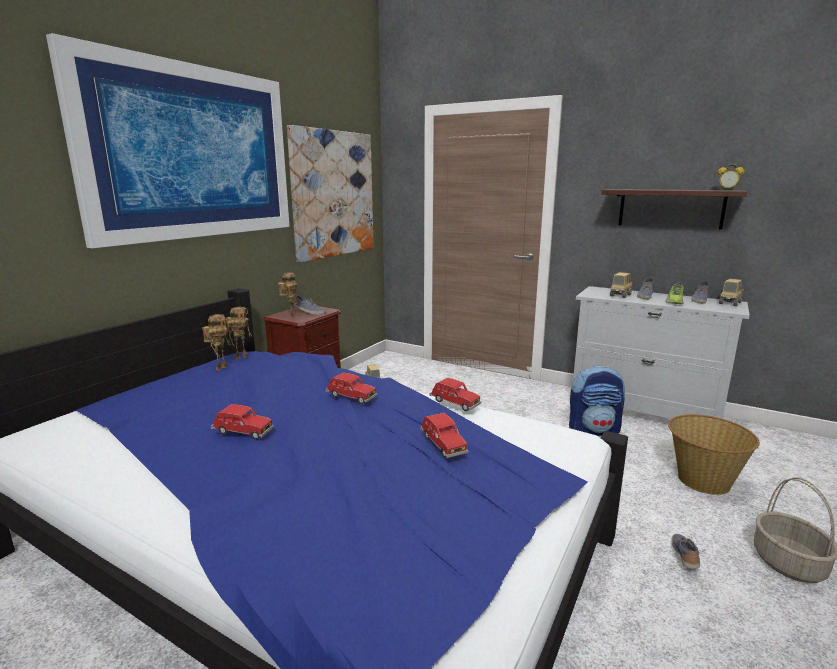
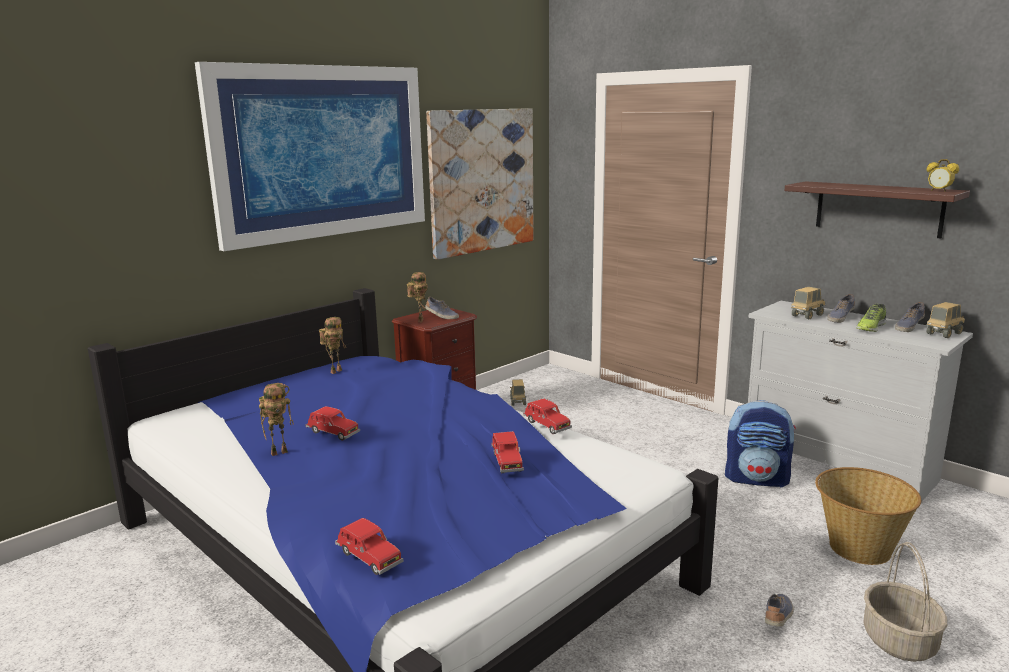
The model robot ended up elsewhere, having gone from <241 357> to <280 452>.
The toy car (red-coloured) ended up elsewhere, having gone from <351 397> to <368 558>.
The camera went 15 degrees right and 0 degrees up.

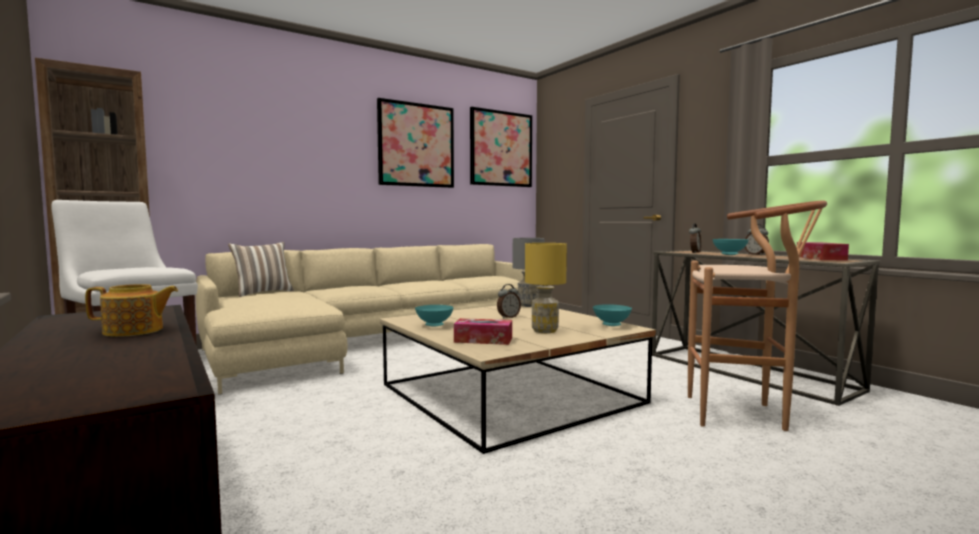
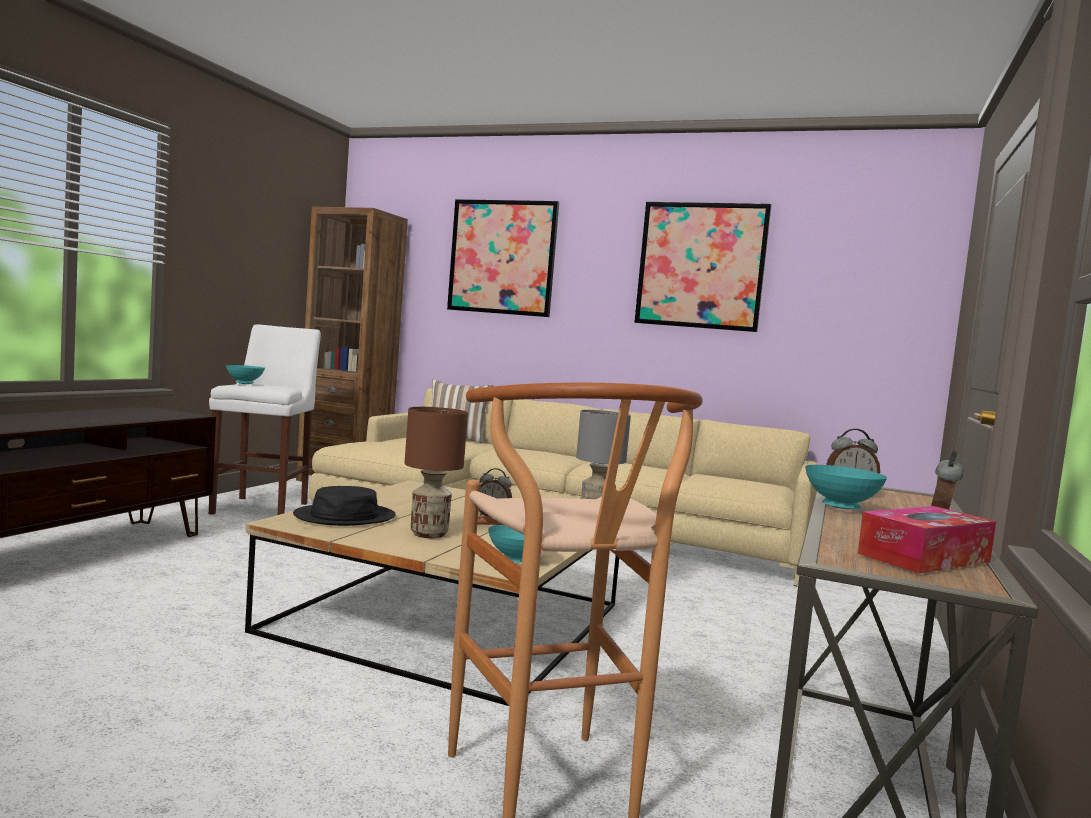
The second view lost the pot for tea at <134 331>.
The bowl (blue-green) ended up elsewhere, having gone from <435 326> to <244 384>.
The wall picture ended up elsewhere, having gone from <501 149> to <502 257>.
Where the tissue box stood at <483 340>, the clothing hat (black) came to stand at <345 517>.
What was the lamp for a table (yellow-coloured) at <544 331> turned into the lamp for a table (brownish) at <428 534>.
The camera went 55 degrees right and 0 degrees up.

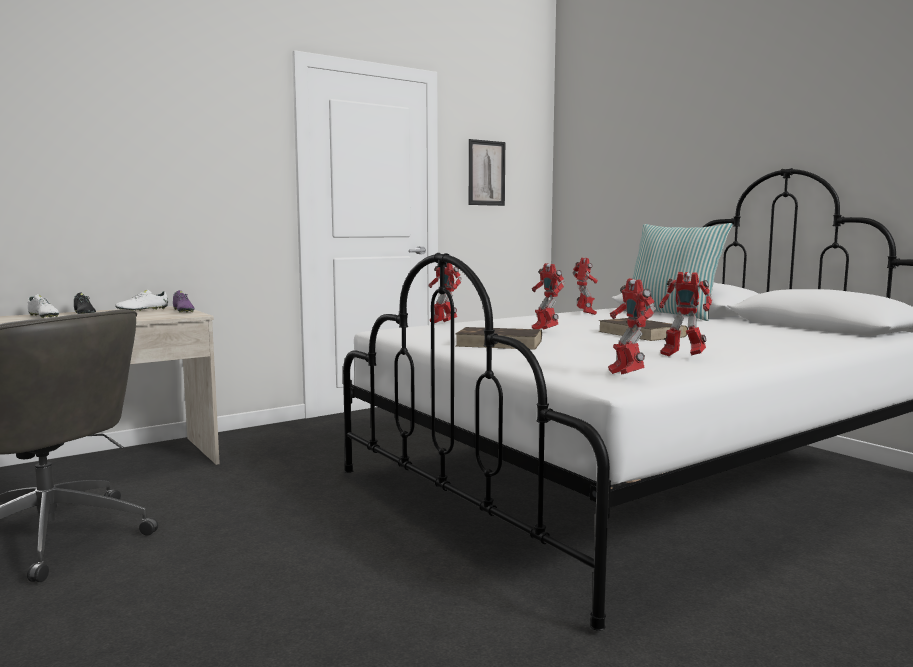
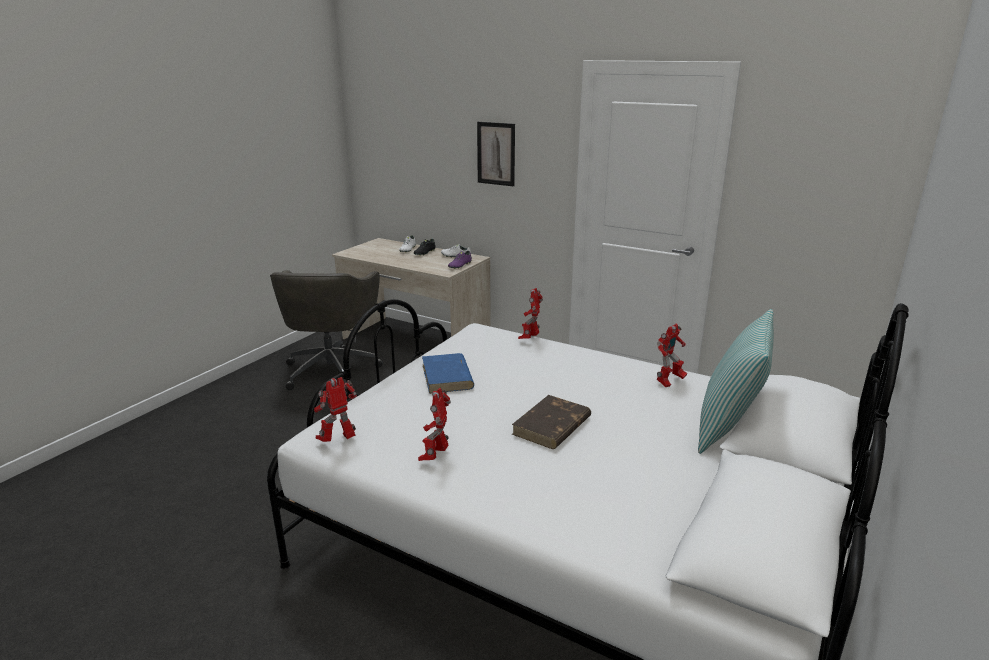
The second view lost the model robot at <545 331>.
The wall picture ended up elsewhere, having gone from <486 173> to <496 154>.
What was the volume (brownish) at <500 343> turned into the volume (blue) at <447 377>.
The camera went 65 degrees right and 15 degrees up.

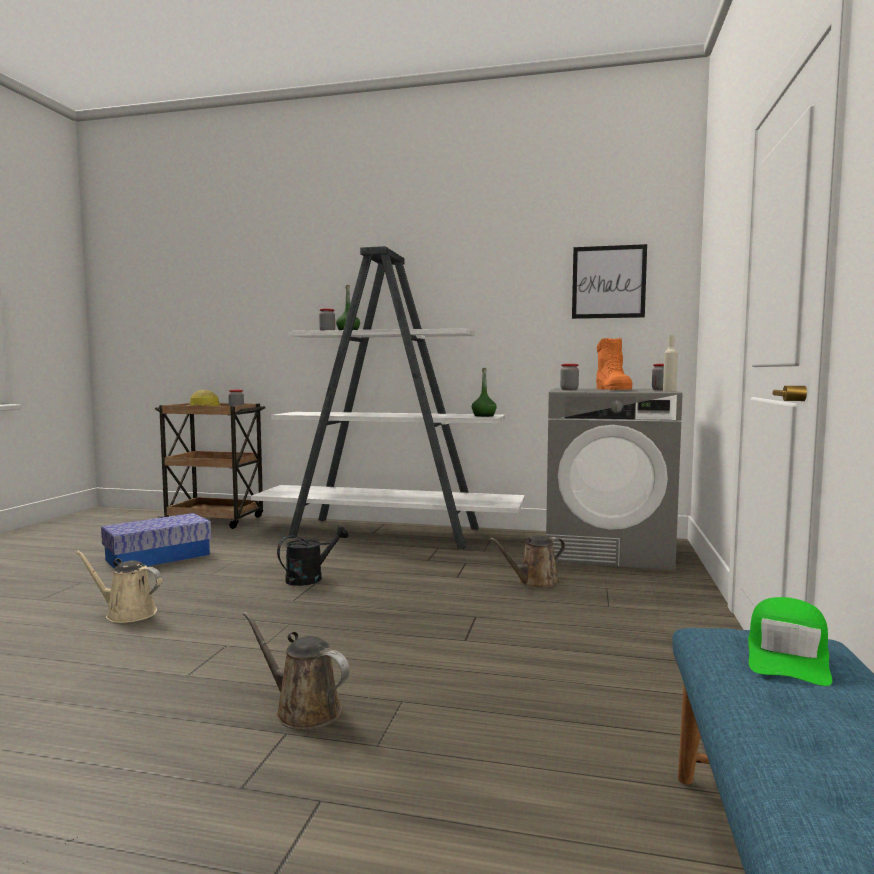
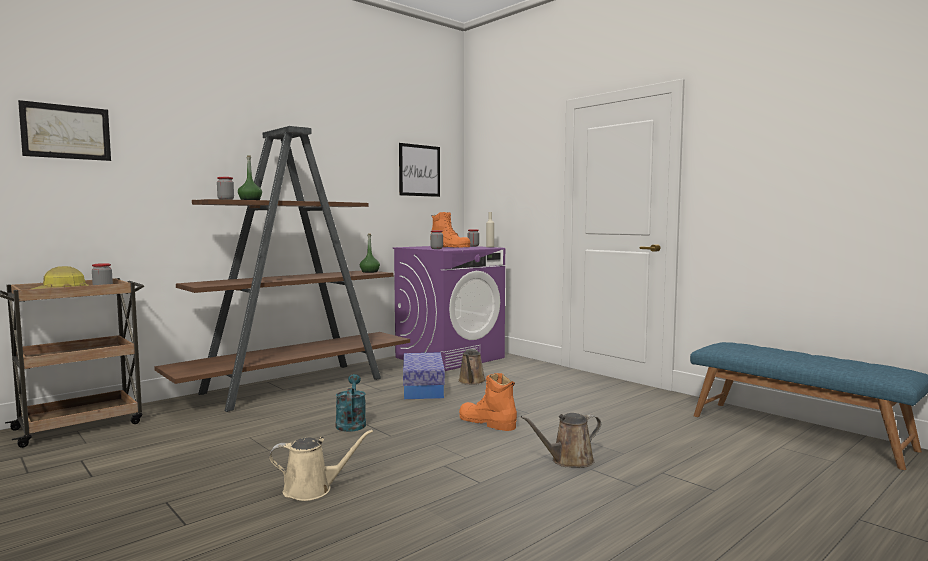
The second view lost the baseball cap (greenish) at <788 655>.
The second view gained the wall picture at <66 132>.
The second view gained the tall boot (orange) at <487 422>.
The storage bin ended up elsewhere, having gone from <158 557> to <423 388>.
What was the shelving unit (white-coloured) at <389 533> turned into the shelving unit (brownish) at <296 385>.
What was the watering pot (black) at <310 578> turned into the watering pot (blue-green) at <351 423>.
What was the washing machine (gray) at <608 550> turned into the washing machine (purple) at <450 357>.
The watering pot (beige) at <127 614> ended up facing another way, 150 degrees counterclockwise from before.
The camera went 55 degrees left and 0 degrees up.

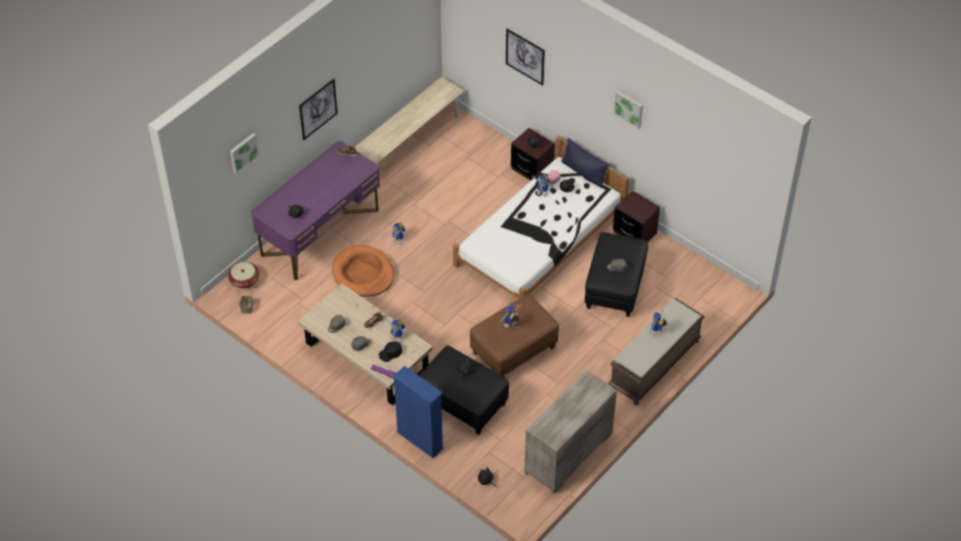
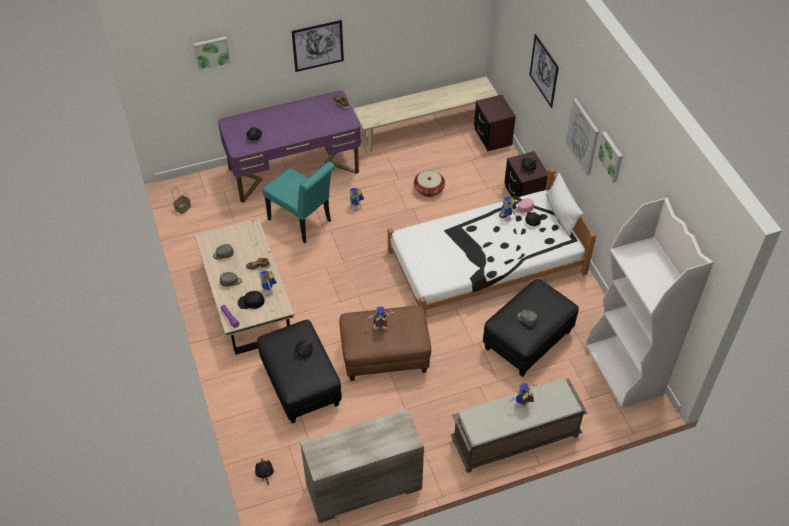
The second view lost the shelving unit (blue) at <420 440>.
The second view gained the wall picture at <583 136>.
The second view gained the shelving unit (white-coloured) at <625 370>.
The storage basket ended up elsewhere, having gone from <244 280> to <429 189>.
The nightstand (brownish) ended up elsewhere, having gone from <634 233> to <492 137>.
Where the dog bed (orange) stood at <363 273>, the chair (blue-green) came to stand at <303 222>.
What was the cushion (blue) at <583 172> turned into the cushion (white-coloured) at <561 214>.
The camera went 30 degrees right and 0 degrees up.

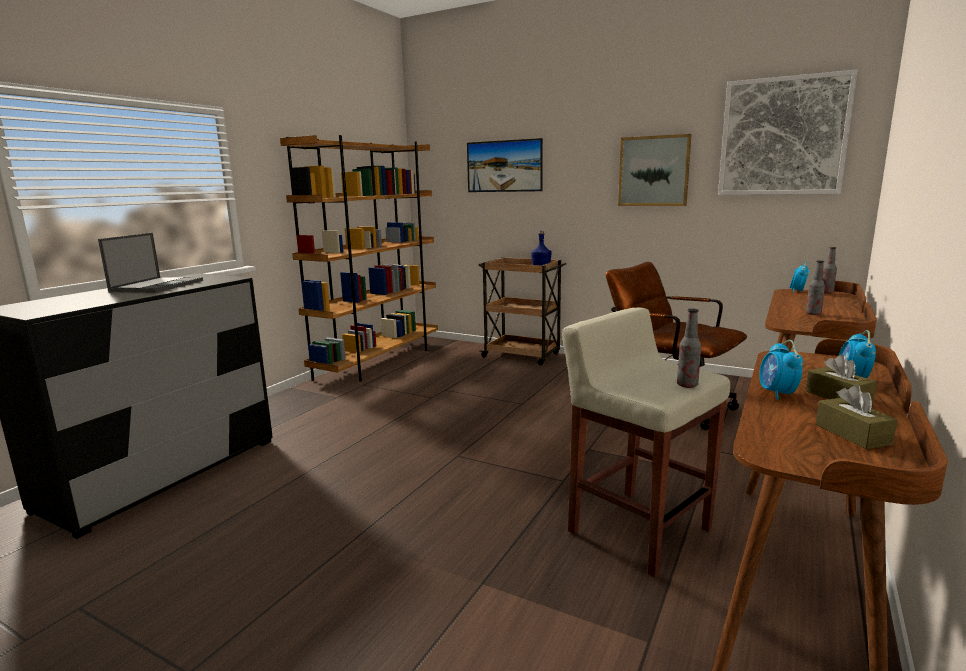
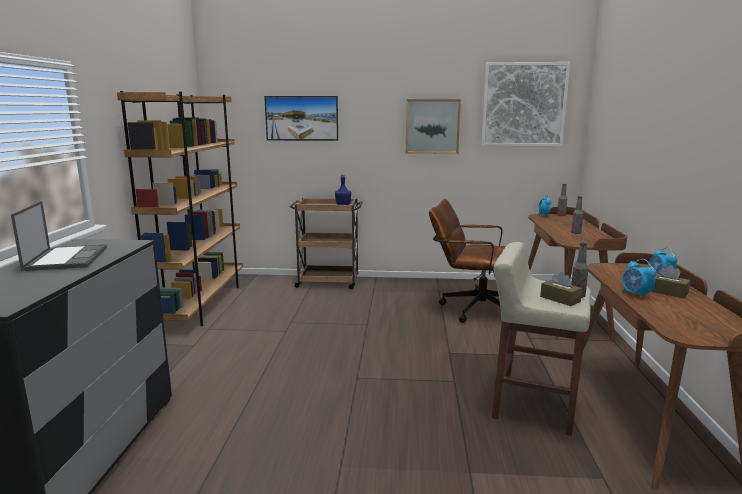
The tissue box (brownish) ended up elsewhere, having gone from <852 434> to <560 299>.
The camera went 25 degrees left and 0 degrees up.

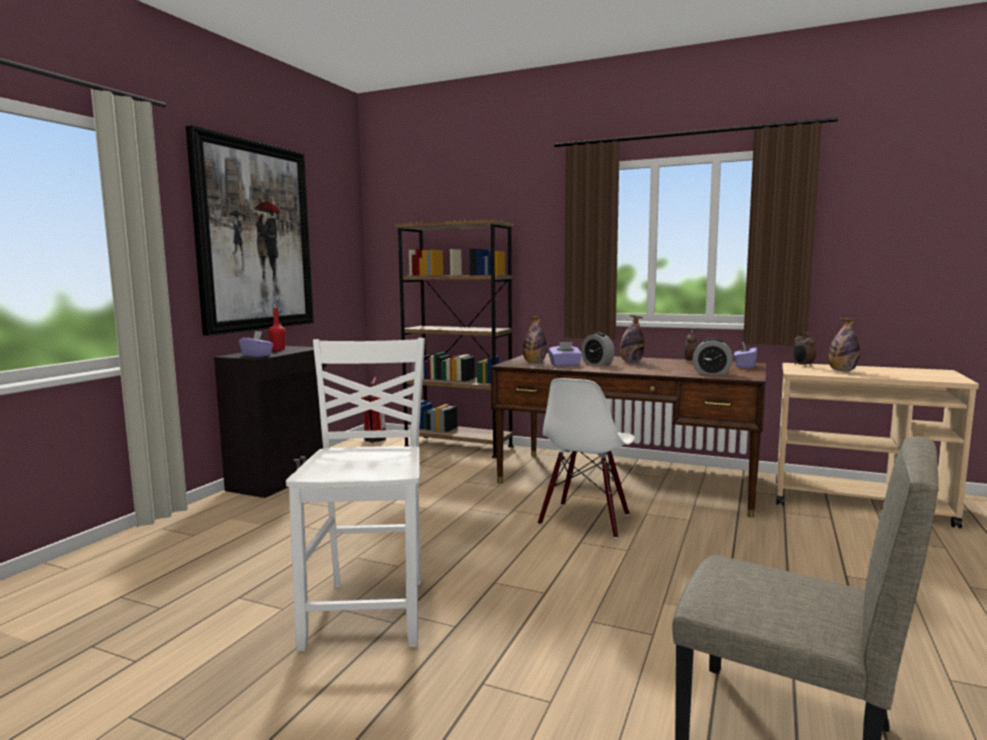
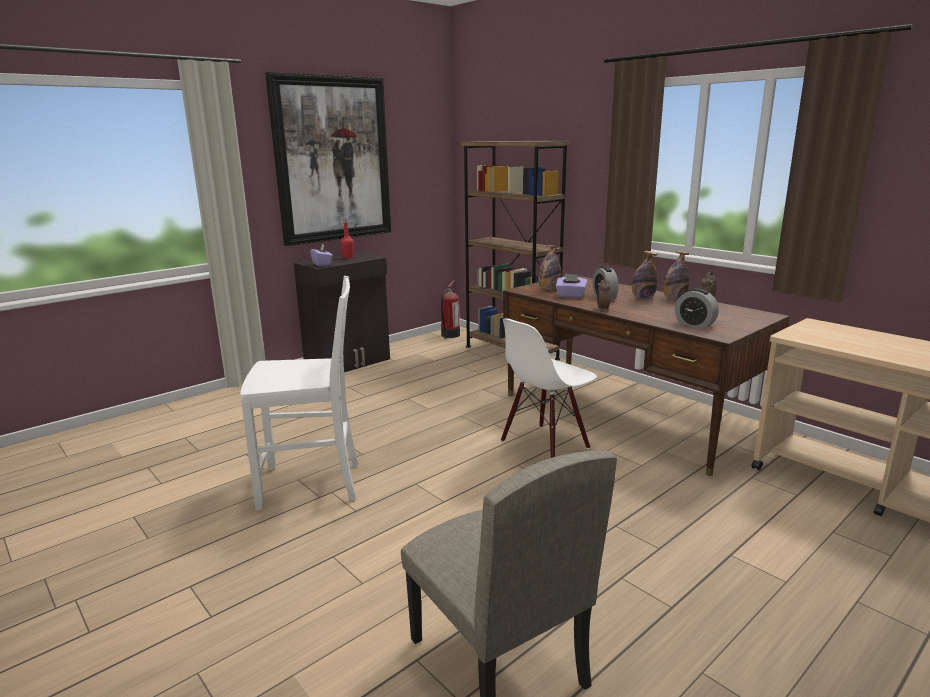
The second view lost the tissue box (purple) at <744 366>.
The table clock ended up elsewhere, having gone from <802 366> to <602 309>.
The beverage bottle ended up elsewhere, having gone from <842 371> to <674 299>.
The chair (white-coloured) at <370 611> ended up facing another way, 60 degrees clockwise from before.
The camera went 25 degrees right and 10 degrees up.

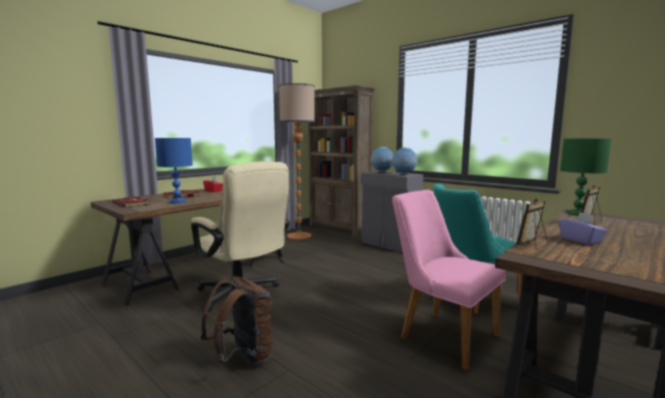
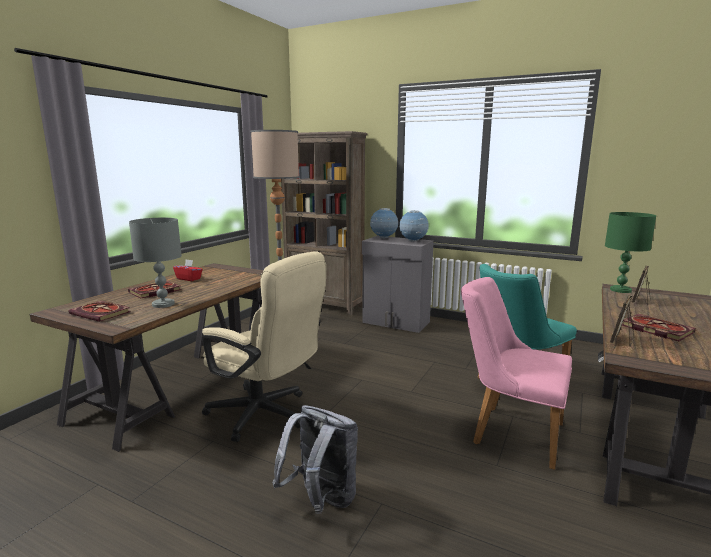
Where the tissue box (purple) stood at <580 240>, the volume came to stand at <654 329>.
What was the lamp for a table (blue) at <177 202> turned into the lamp for a table (gray) at <163 304>.
What was the backpack (brownish) at <243 359> turned into the backpack (gray) at <321 500>.
The camera went 15 degrees left and 5 degrees up.

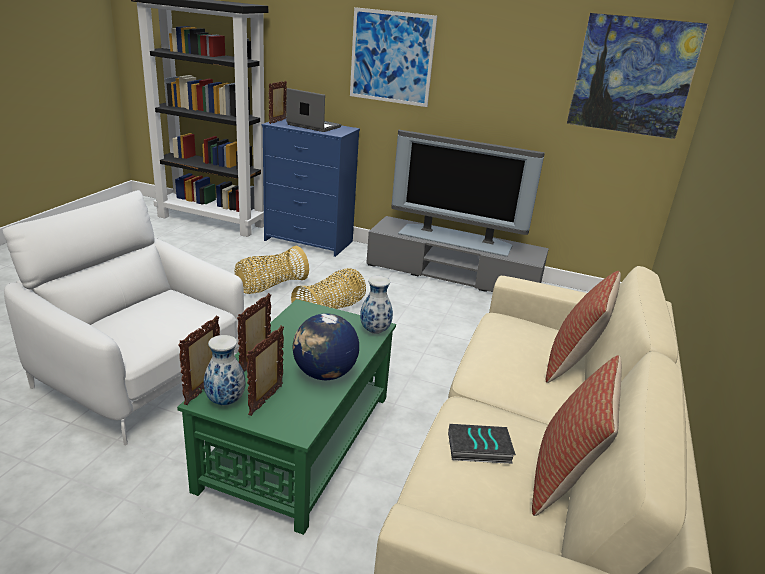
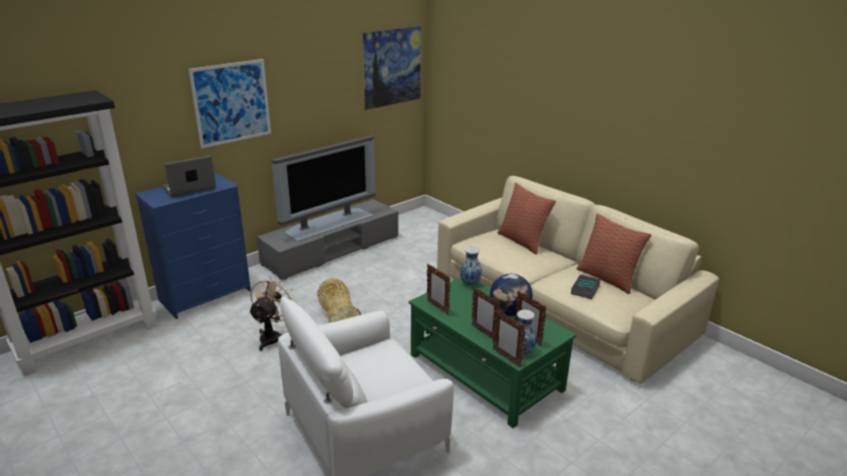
The picture frame ended up elsewhere, having gone from <278 121> to <437 307>.
Where the storage basket stood at <270 286>, the electric fan (beige) came to stand at <272 336>.
The camera went 60 degrees left and 0 degrees up.

